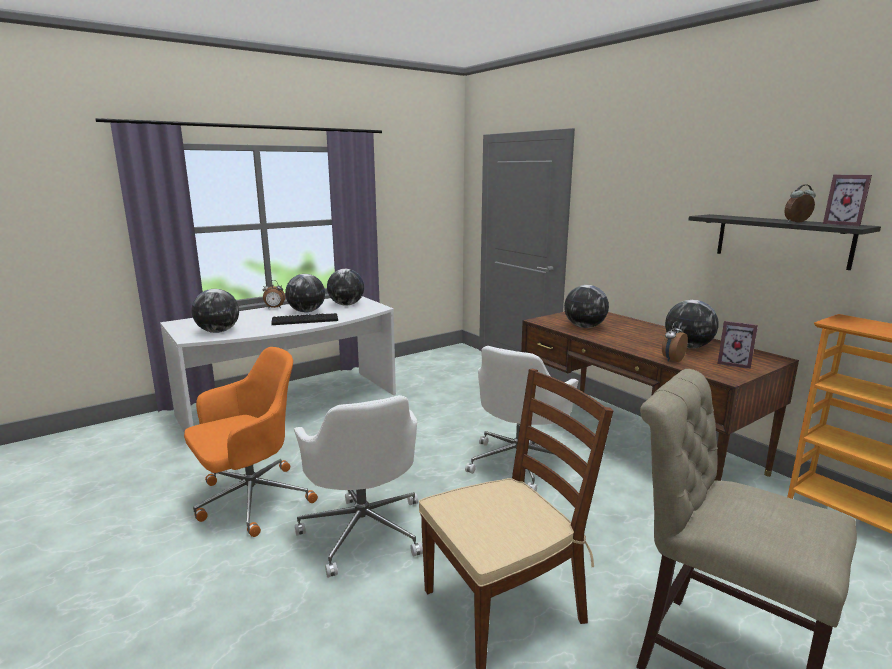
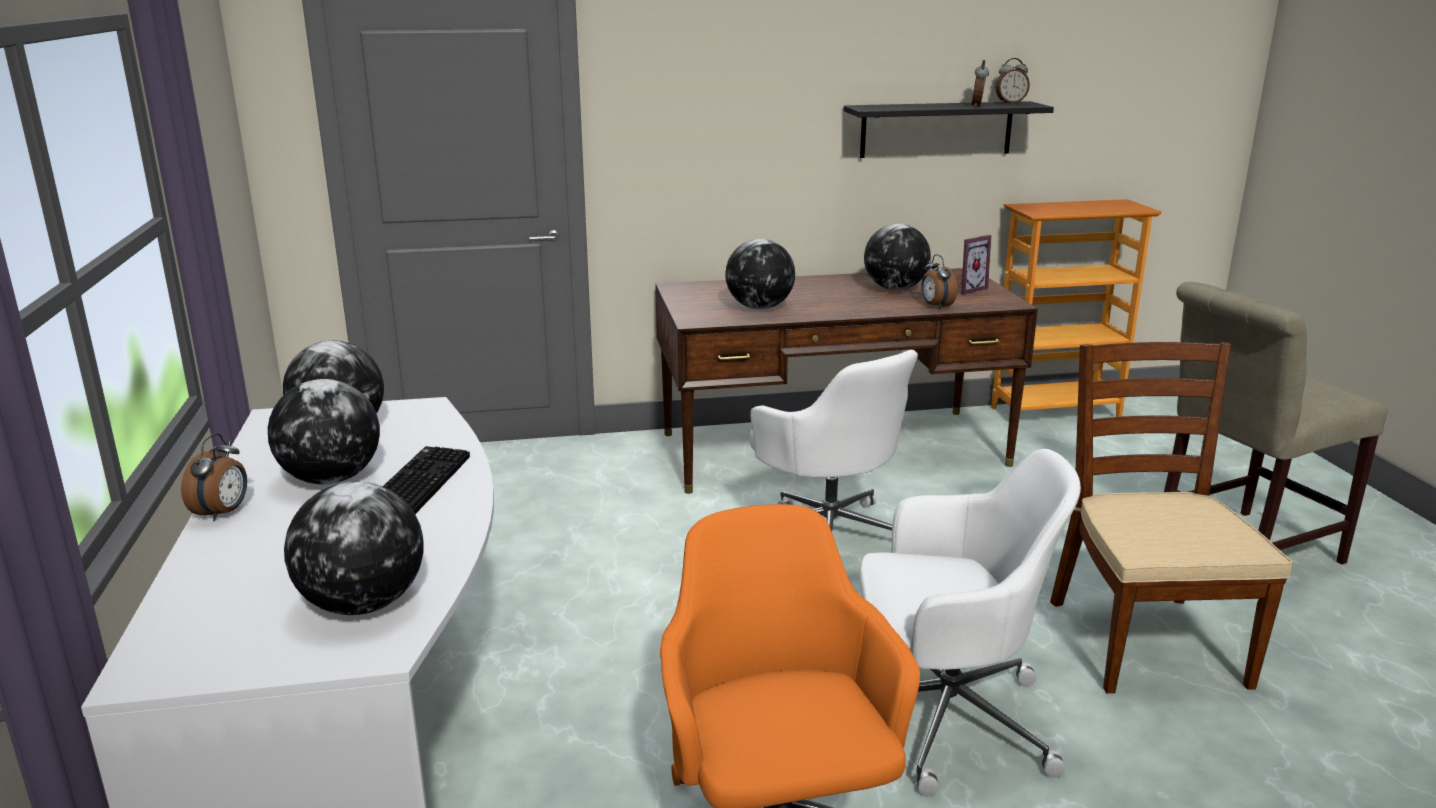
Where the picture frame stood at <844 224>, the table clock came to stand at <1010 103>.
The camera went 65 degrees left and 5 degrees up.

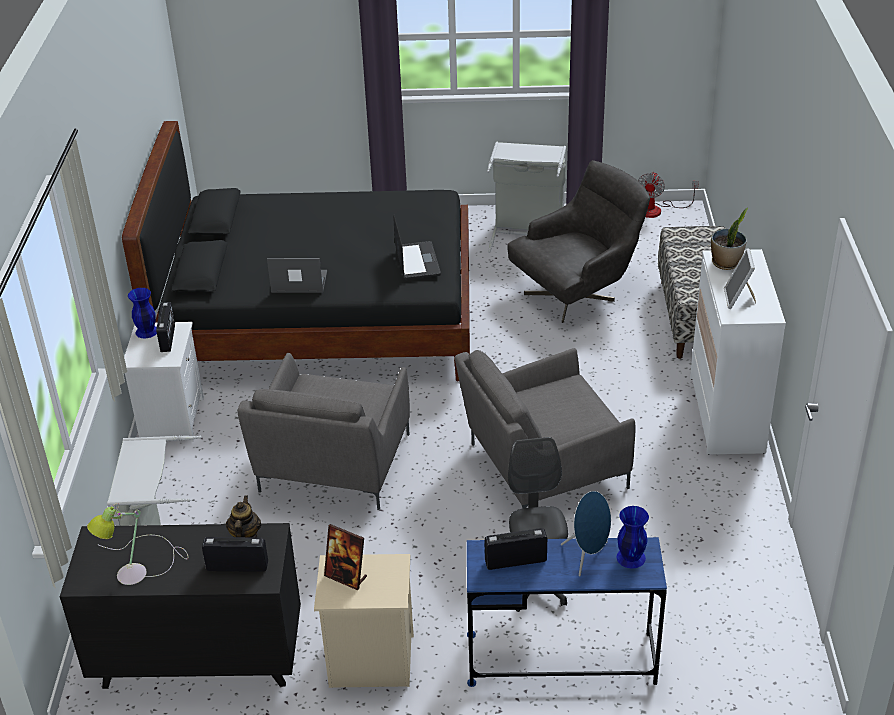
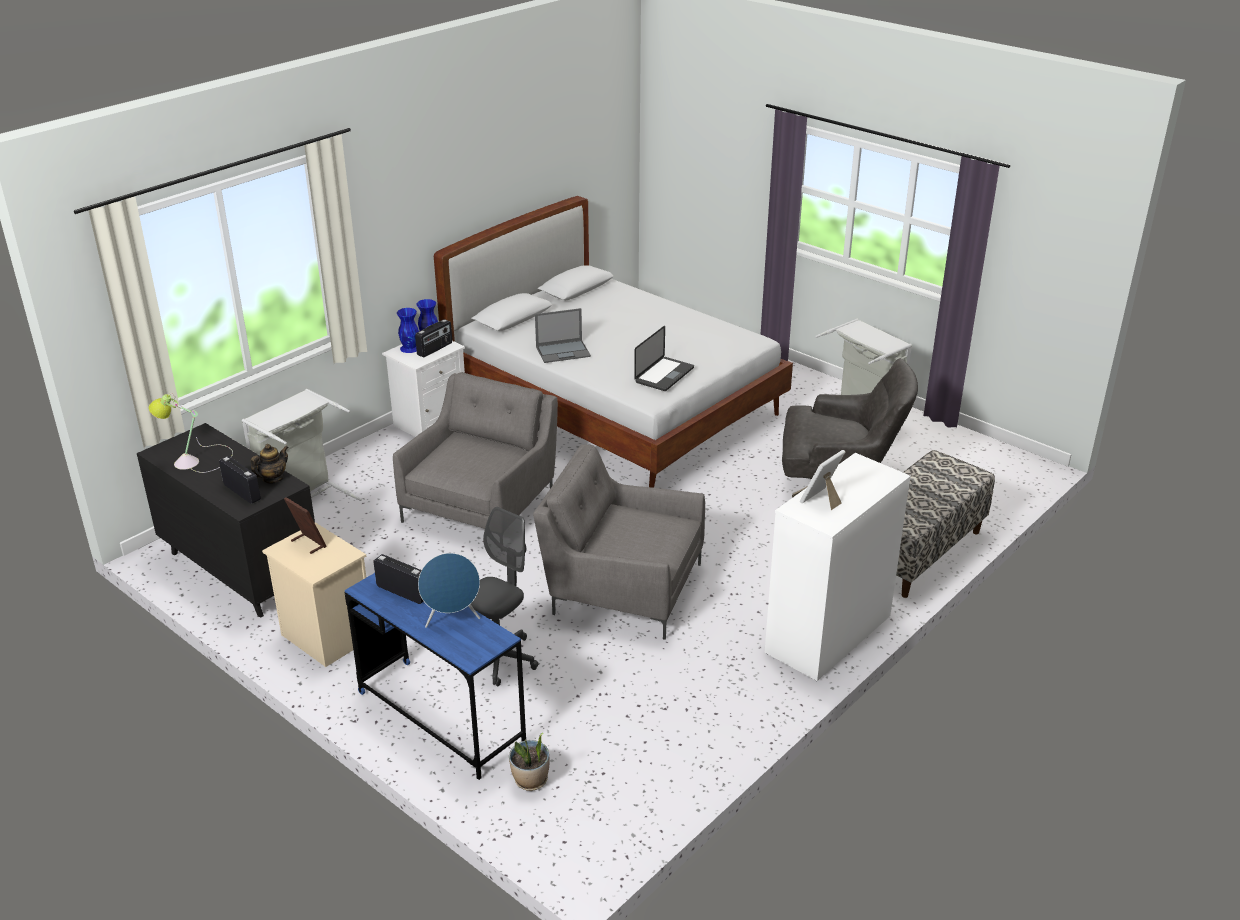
The second view lost the electric fan at <657 210>.
The flower vase (blue) ended up elsewhere, having gone from <630 557> to <410 348>.
The potted plant ended up elsewhere, having gone from <726 263> to <530 780>.
What was the bedroom bed (black) at <320 319> turned into the bedroom bed (white-coloured) at <615 407>.
The easy chair (gray) at <332 467> ended up facing another way, 150 degrees clockwise from before.
The portable computer at <298 282> ended up facing another way, 120 degrees clockwise from before.
The picture frame at <346 577> ended up facing another way, 150 degrees clockwise from before.
The camera went 40 degrees right and 5 degrees down.

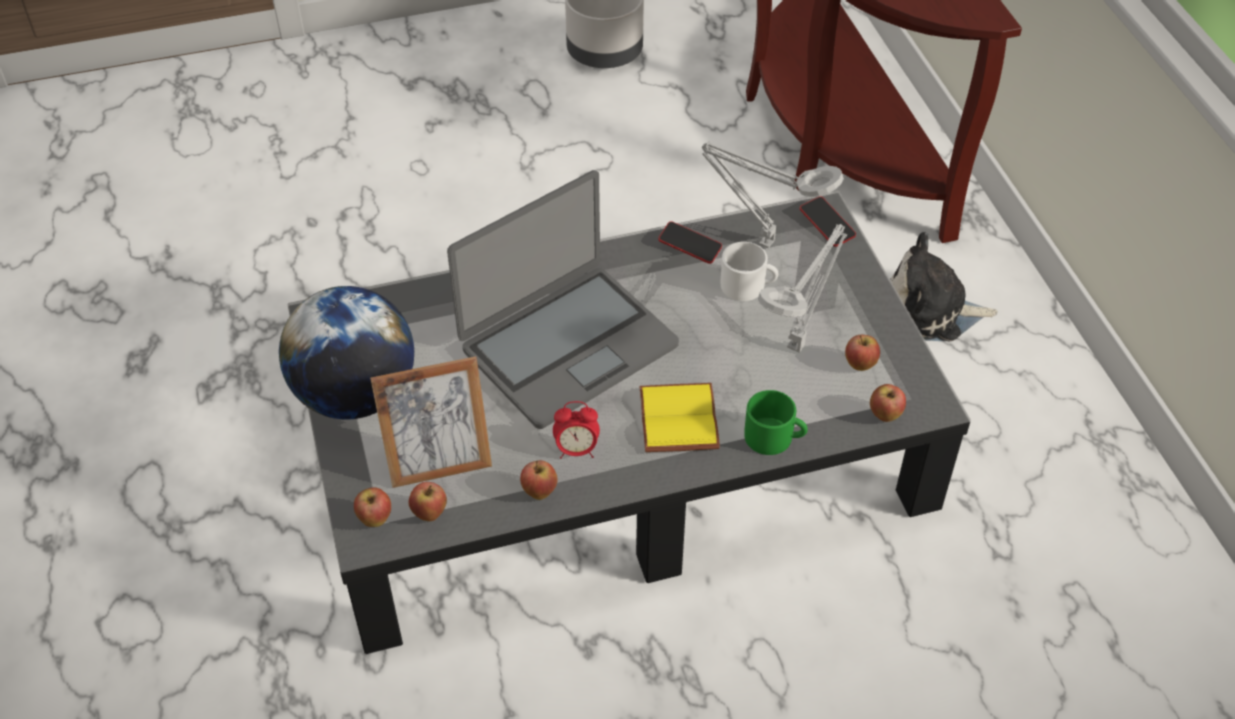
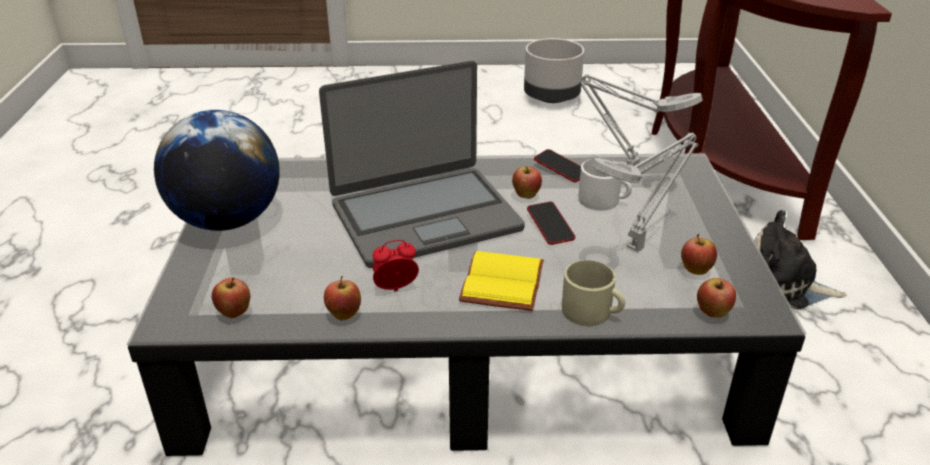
The second view lost the picture frame at <439 465>.
The whole apple ended up elsewhere, having gone from <375 519> to <526 196>.
The telephone ended up elsewhere, having gone from <827 225> to <550 226>.
What was the coffee mug (greenish) at <774 437> turned into the coffee mug (beige) at <592 312>.
The table clock at <576 450> ended up facing another way, 150 degrees clockwise from before.
The camera went 15 degrees right and 15 degrees down.

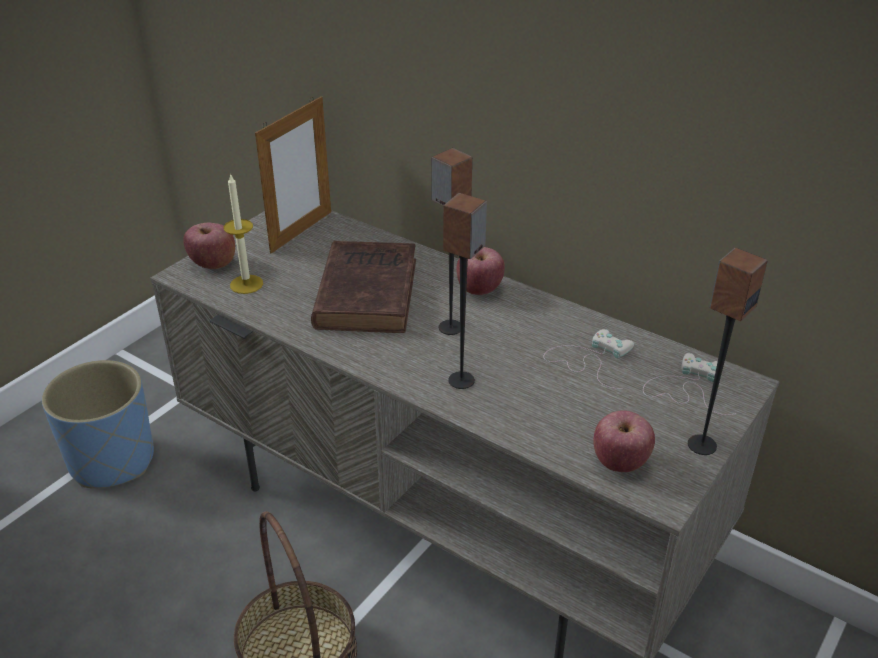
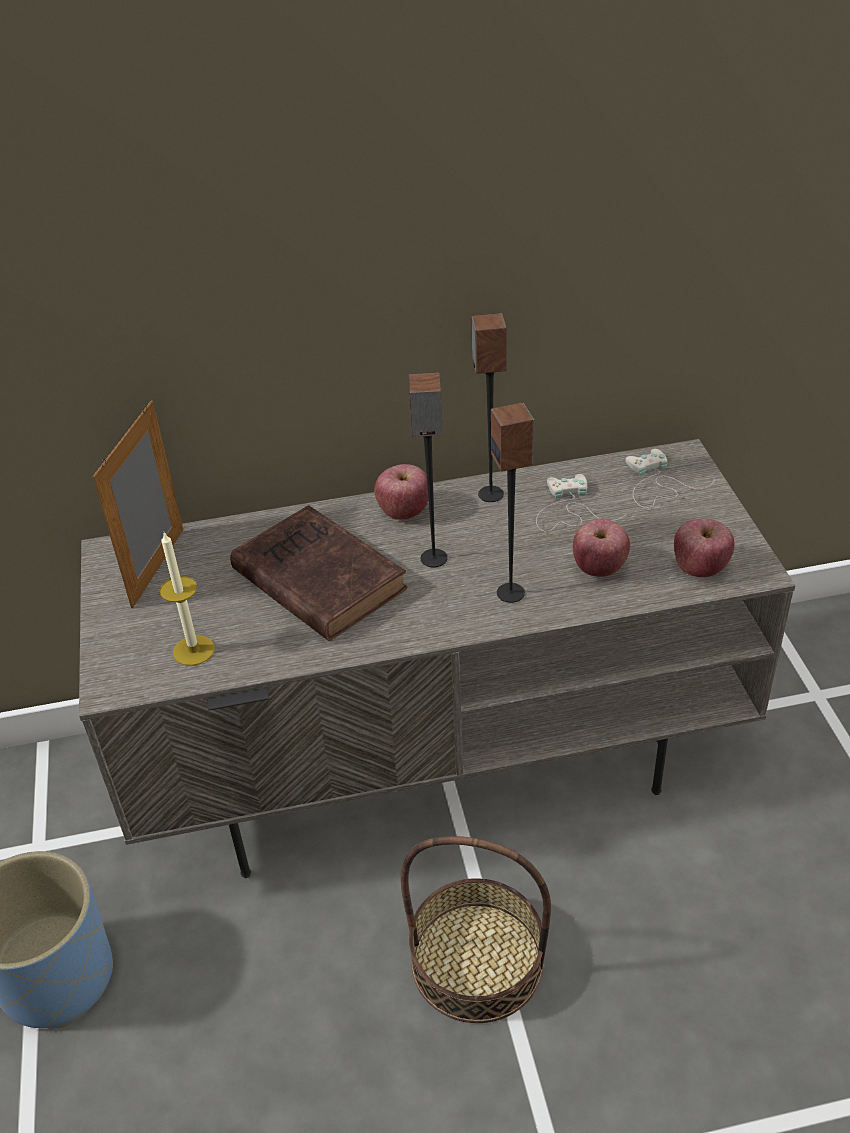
The whole apple ended up elsewhere, having gone from <213 264> to <599 568>.
The audio speaker ended up elsewhere, having gone from <701 444> to <490 494>.
The picture frame at <301 231> ended up facing another way, 150 degrees counterclockwise from before.
The camera went 45 degrees left and 5 degrees up.

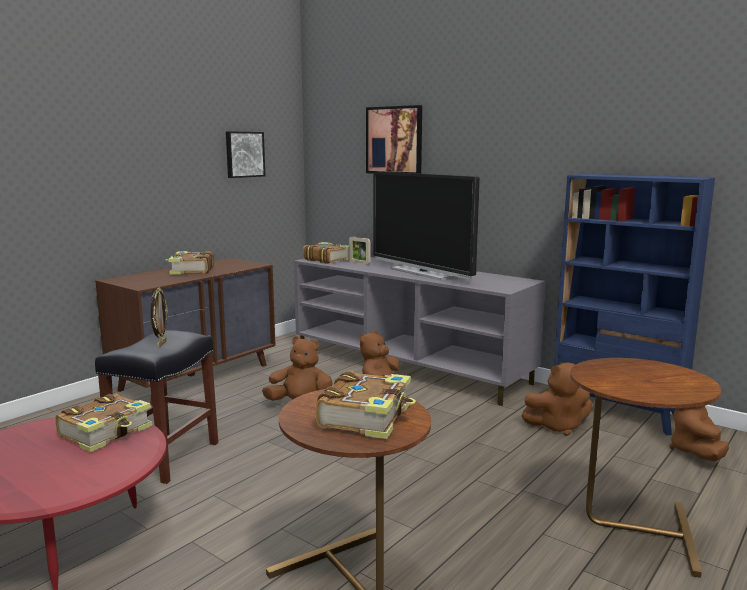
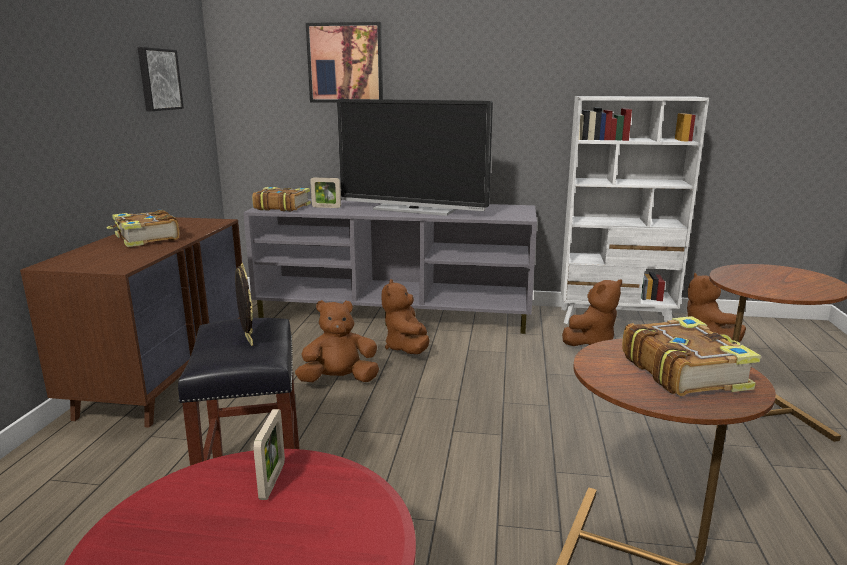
Where the volume stood at <107 432>, the picture frame came to stand at <272 481>.
What was the shelving unit (blue) at <617 412> turned into the shelving unit (white-coloured) at <616 319>.
The camera went 30 degrees left and 5 degrees up.

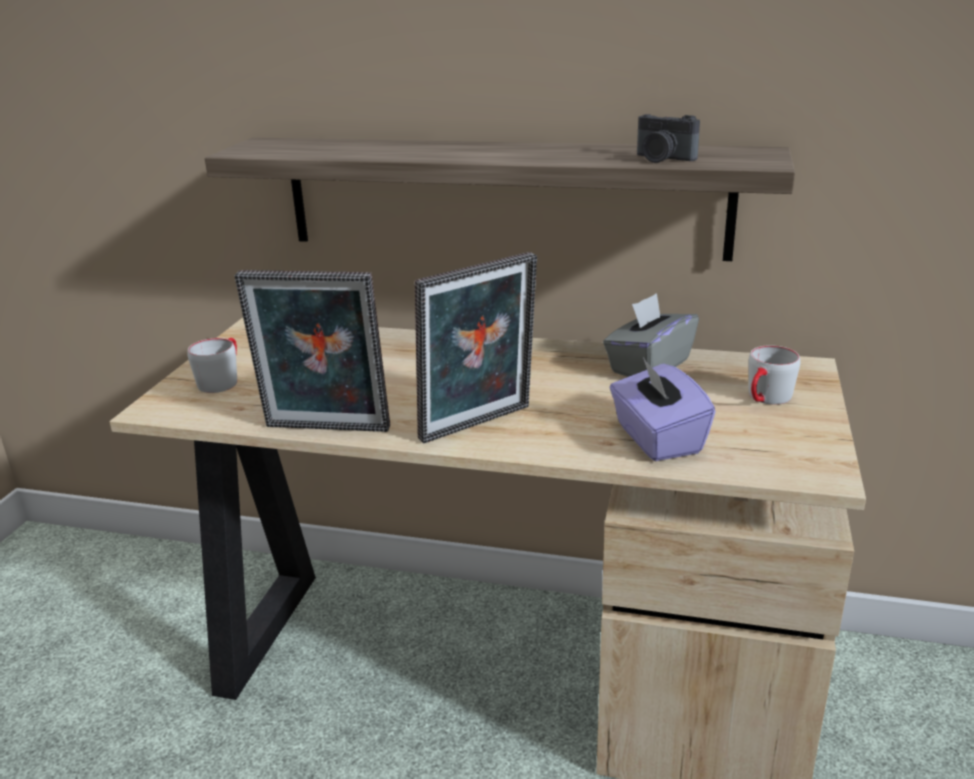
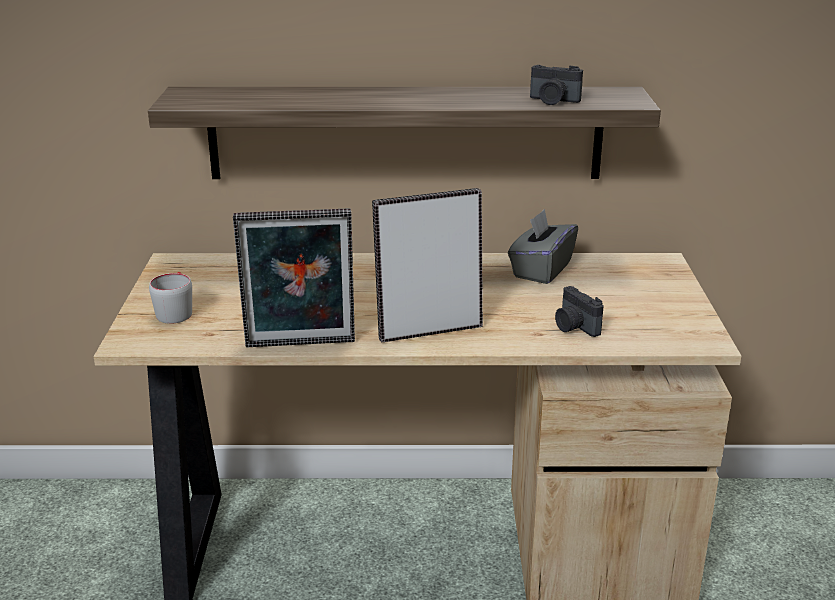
The second view lost the coffee mug (gray) at <766 399>.
Where the tissue box (purple) stood at <657 439>, the still camera came to stand at <574 327>.
The picture frame at <479 425> ended up facing another way, 150 degrees counterclockwise from before.
The camera went 15 degrees left and 0 degrees up.

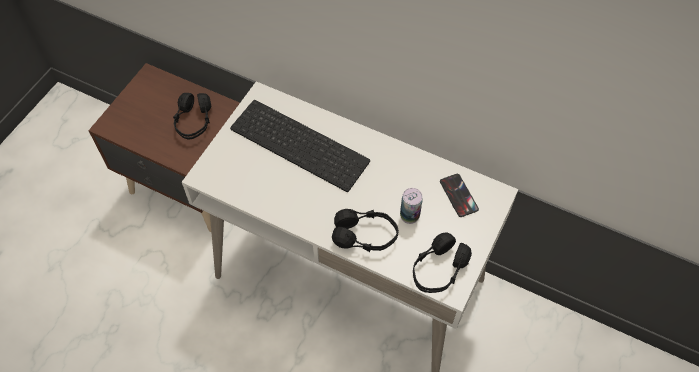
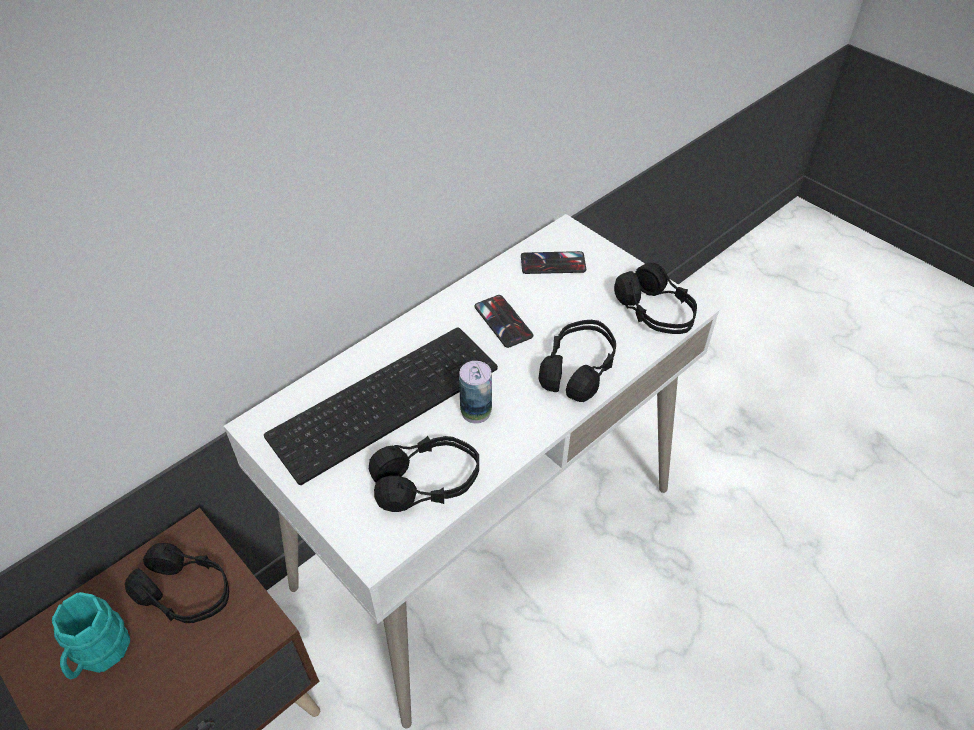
The second view gained the coffee mug (blue-green) at <99 653>.
The second view gained the pair of headphones (black) at <427 483>.
The second view gained the telephone at <503 321>.
The can ended up elsewhere, having gone from <409 215> to <476 412>.
The camera went 70 degrees left and 10 degrees down.

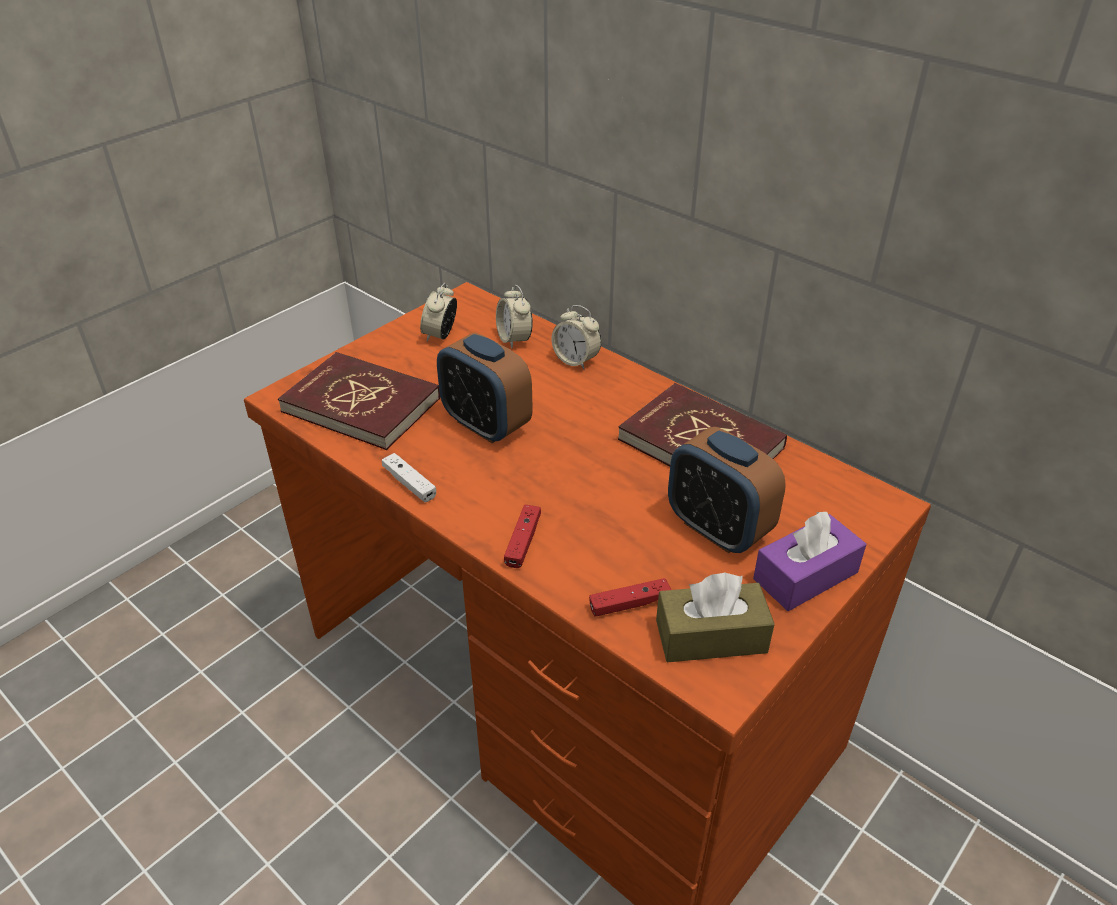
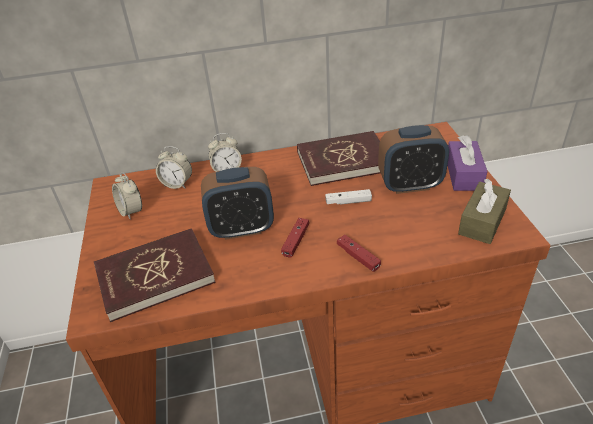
The joypad (white-coloured) ended up elsewhere, having gone from <409 483> to <348 202>.
The joypad (red-coloured) ended up elsewhere, having gone from <629 604> to <295 241>.
The camera went 50 degrees left and 0 degrees up.

